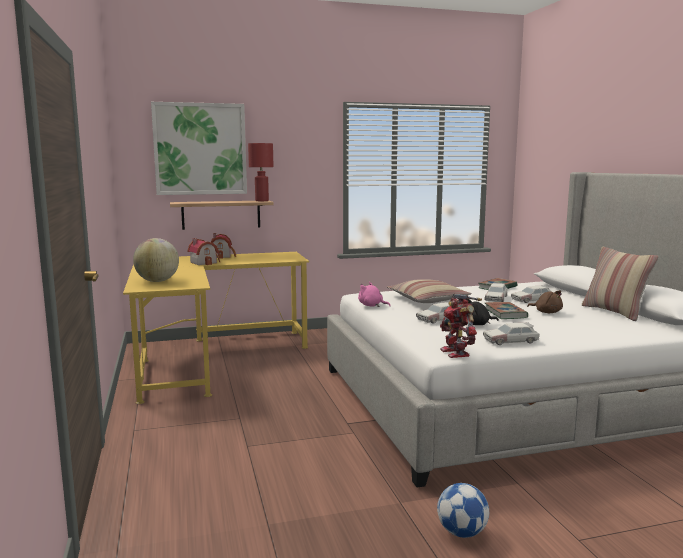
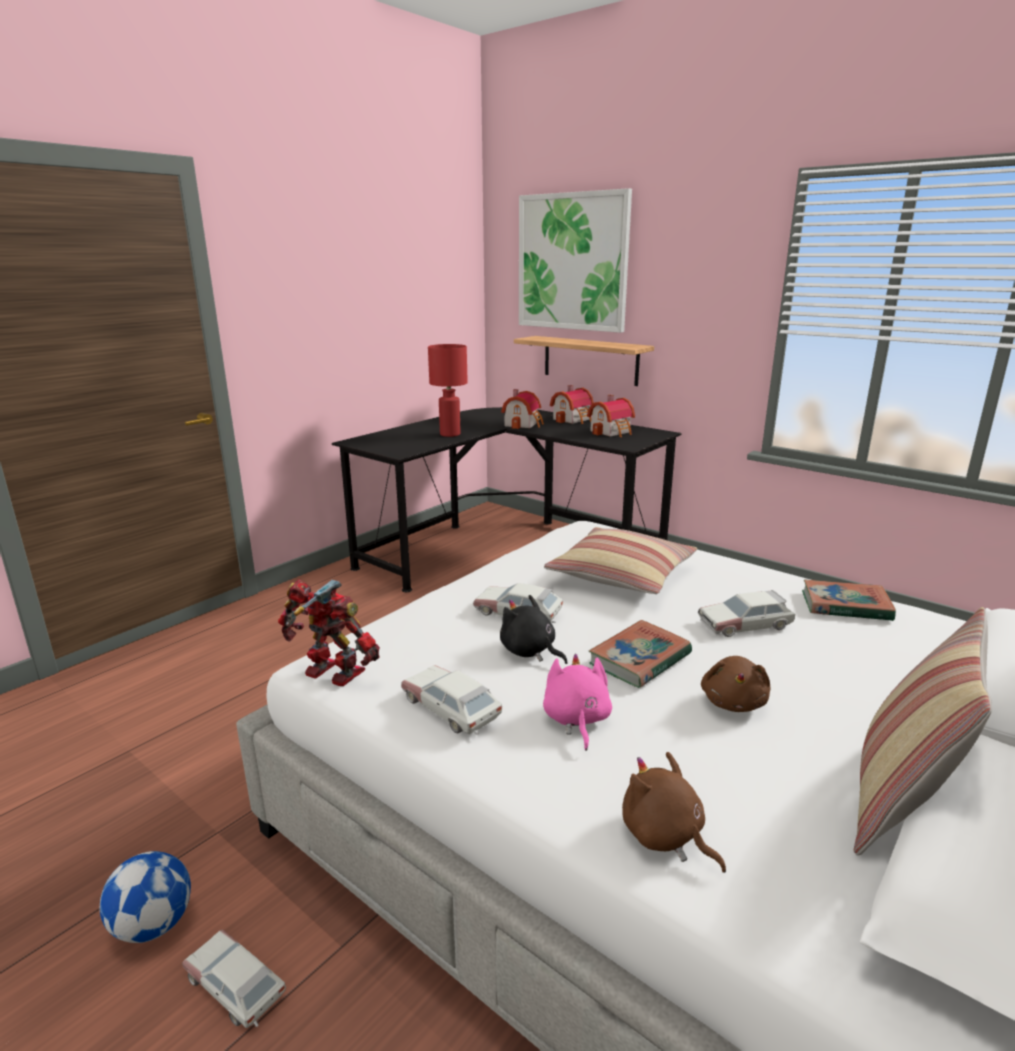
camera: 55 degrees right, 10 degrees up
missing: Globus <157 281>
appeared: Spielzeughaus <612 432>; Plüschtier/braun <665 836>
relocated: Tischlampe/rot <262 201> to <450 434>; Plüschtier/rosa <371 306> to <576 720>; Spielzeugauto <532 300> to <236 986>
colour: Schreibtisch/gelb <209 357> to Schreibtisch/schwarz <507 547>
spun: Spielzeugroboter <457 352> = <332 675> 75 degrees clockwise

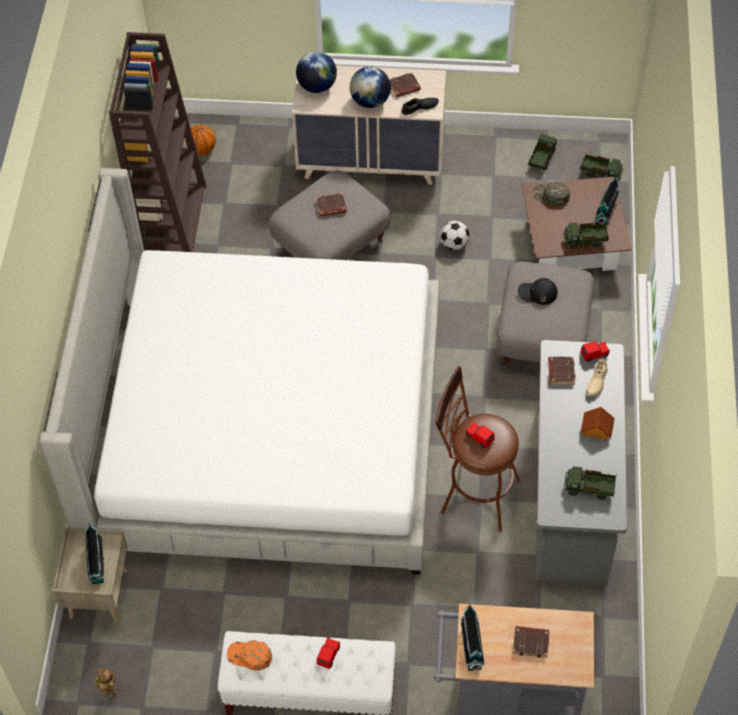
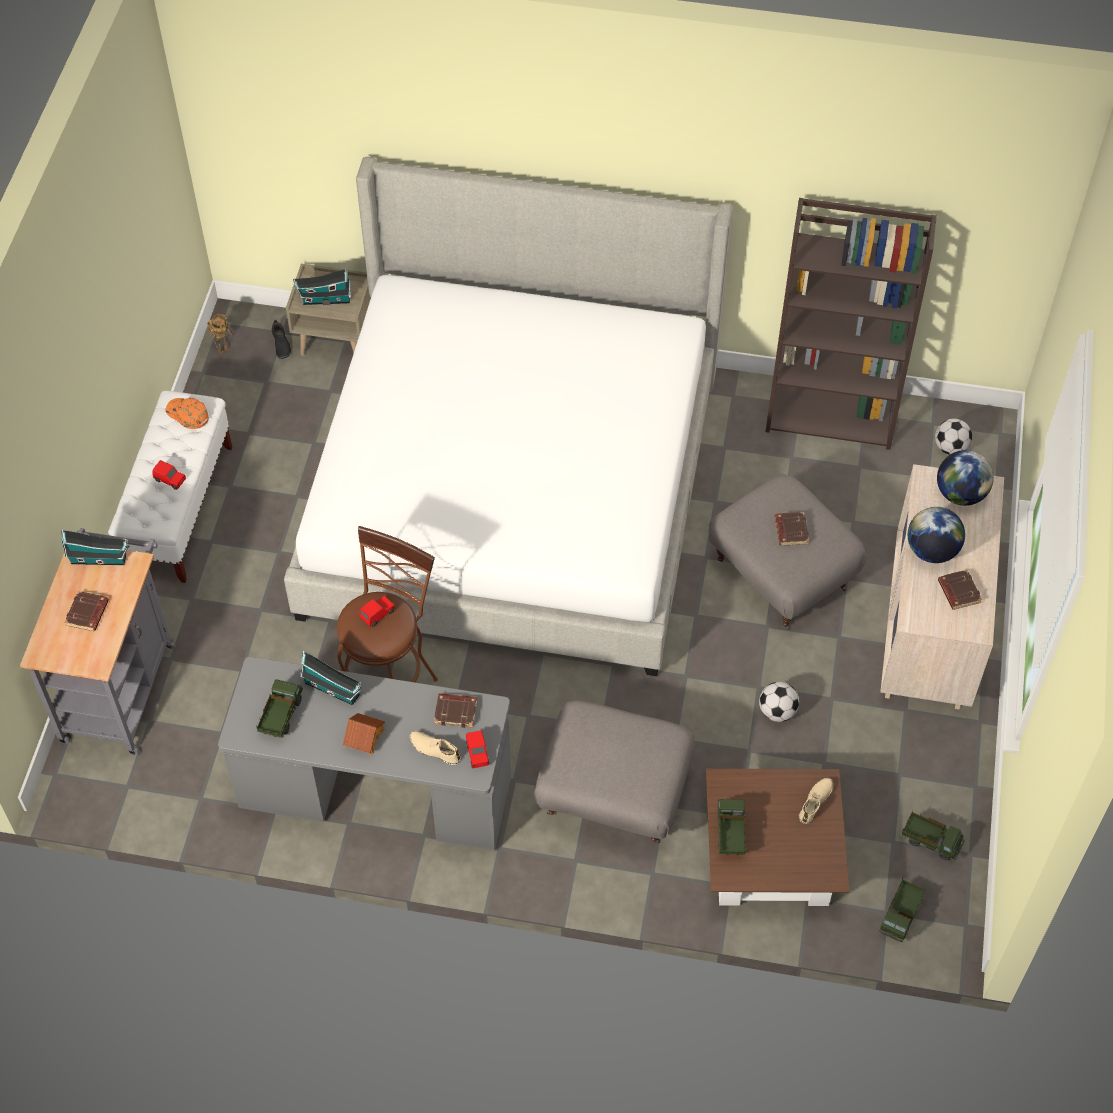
camera: 95 degrees right, 0 degrees up
missing: Kappe/schwarz <537 293>
relocated: Schuh/schwarz <420 108> to <281 345>; Spielzeughaus <606 210> to <334 689>
exchanged: Basketball <202 150> to Fußball <950 448>; Kappe/grün <550 195> to Schuh/beige <815 802>
spun: Kappe/orange <249 656> = <187 414> 75 degrees counterclockwise

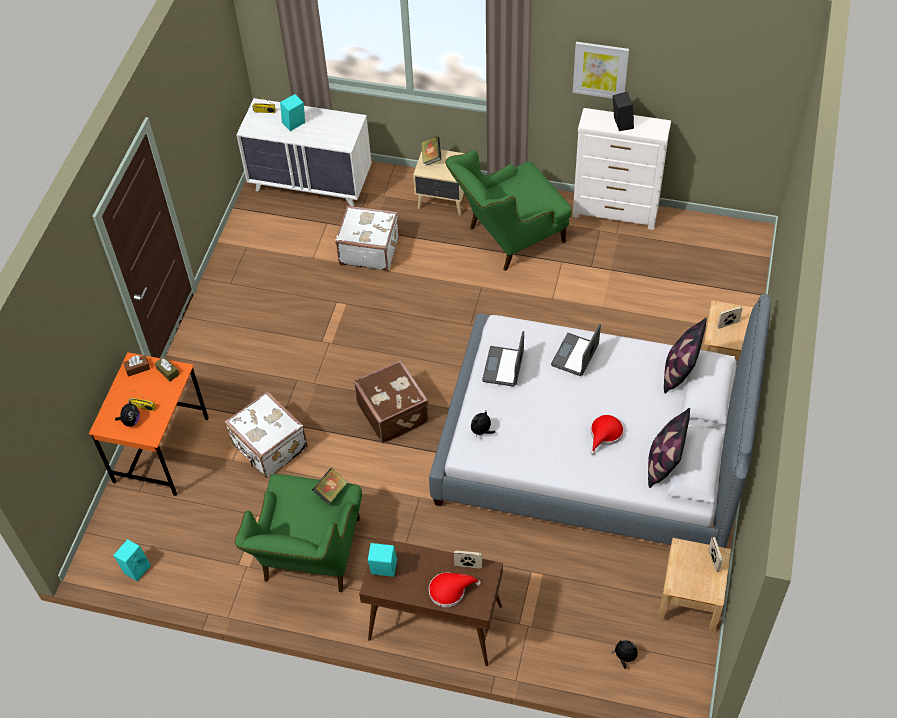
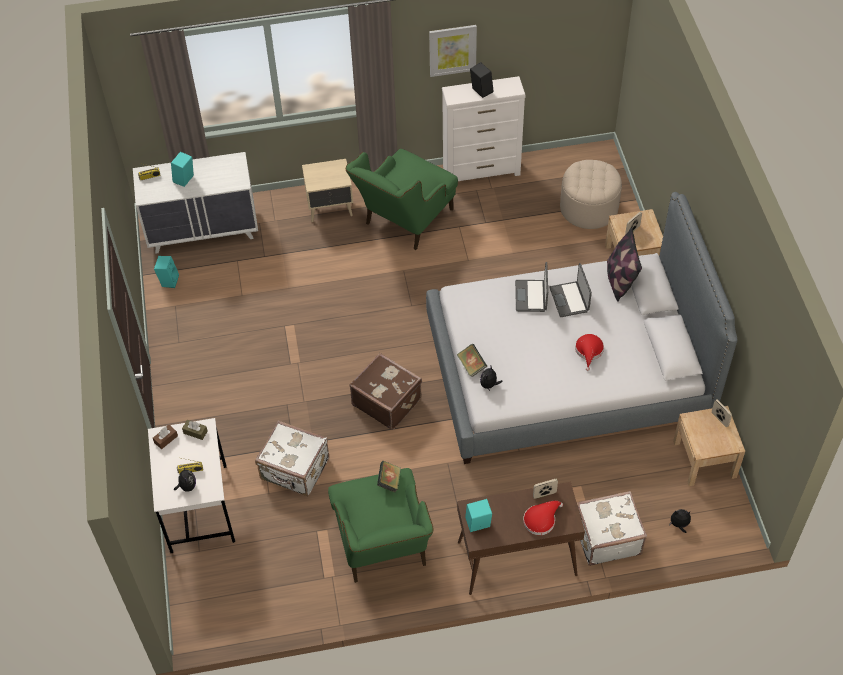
camera: 25 degrees left, 0 degrees up
missing: Kissen <663 463>
appeared: Polsterhocker/beige <589 208>
relocated: Lautsprecher/türkis <136 568> to <168 280>; Koffer/weiß <369 250> to <606 537>; Buch <431 157> to <471 365>; Laptop <504 367> to <570 299>
colour: Schreibtisch/orange <161 449> to Schreibtisch/weiß <198 508>

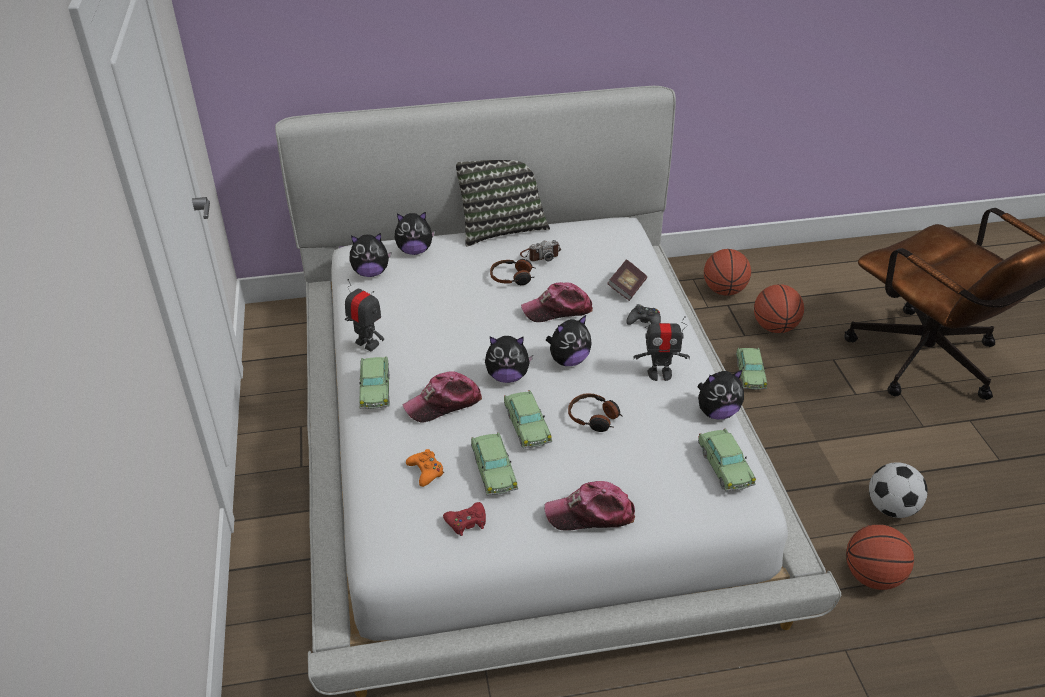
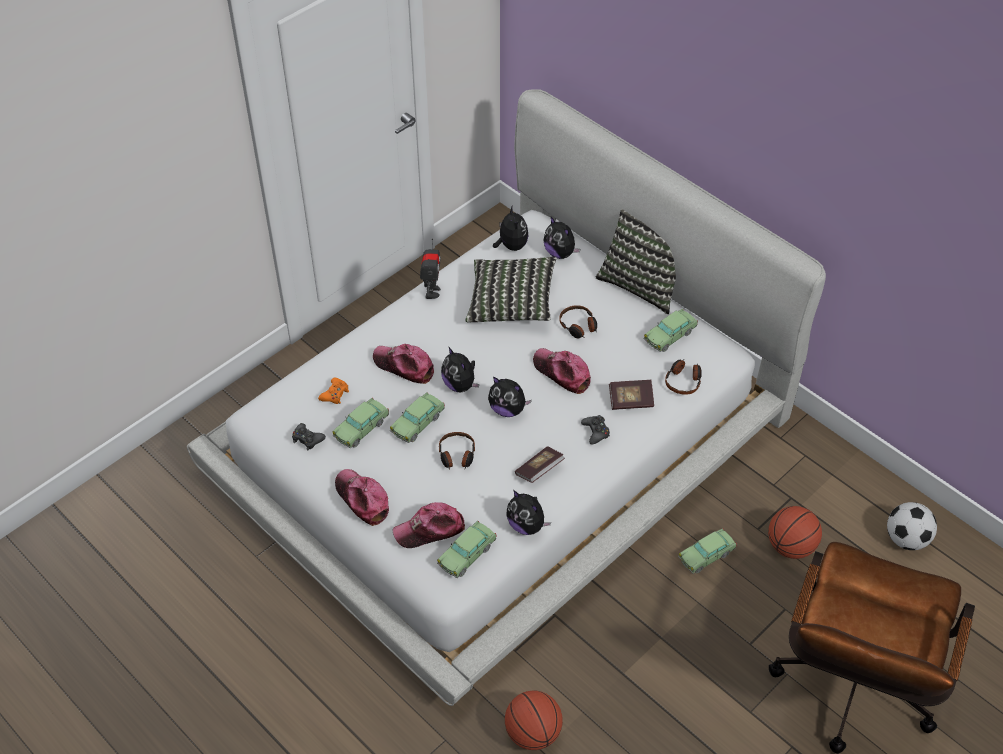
camera: 55 degrees right, 10 degrees up
missing: Kamera <540 255>; Basketball <724 290>
appeared: Kappe <429 530>; Kissen <511 302>; Kopfhörer <683 381>
relocated: Spielzeugauto <375 390> to <670 335>; Fußball <891 508> to <906 539>
exchanged: Spielzeugroboter <659 374> to Buch <539 470>
colour: Gamepad/rot <466 522> to Gamepad/schwarz <307 439>
spun: Plüschtier <371 273> = <511 246> 150 degrees counterclockwise

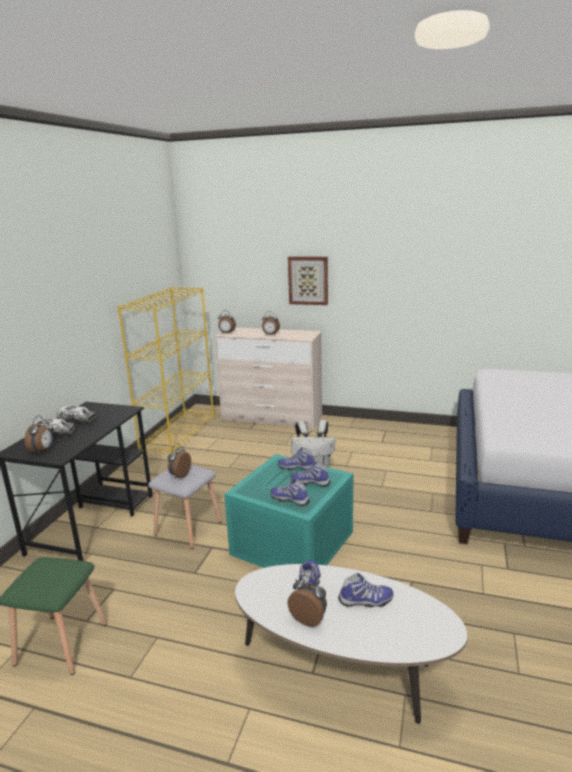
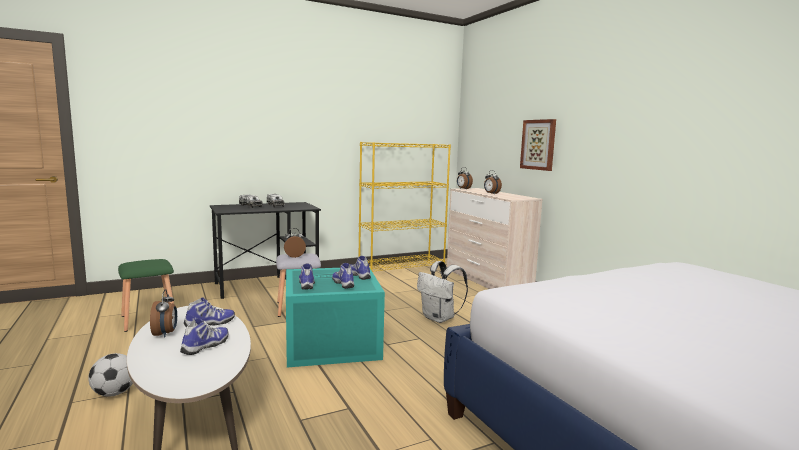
camera: 45 degrees right, 10 degrees down
missing: Wecker <43 450>
appeared: Fußball <114 393>
spun: Schuh <366 601> = <206 346> 105 degrees counterclockwise

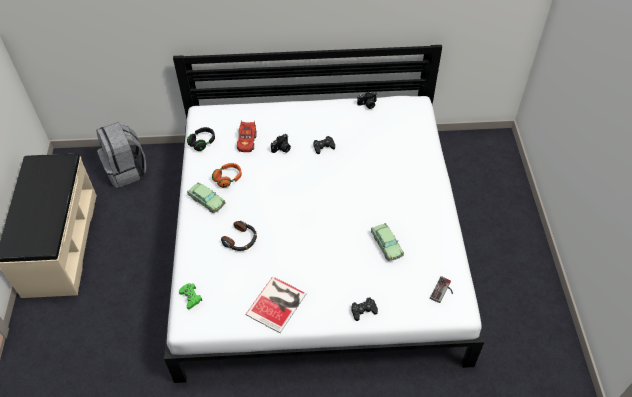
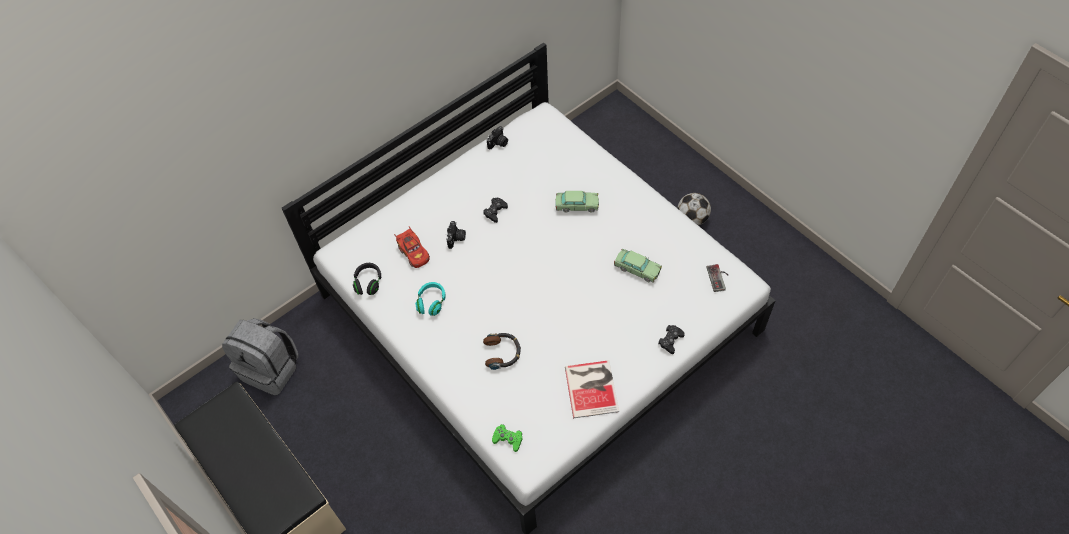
camera: 35 degrees left, 5 degrees up
appeared: Fußball <692 219>
relocated: Spielzeugauto <207 201> to <577 205>
colour: Kopfhörer/orange <228 179> to Kopfhörer/türkis <431 302>

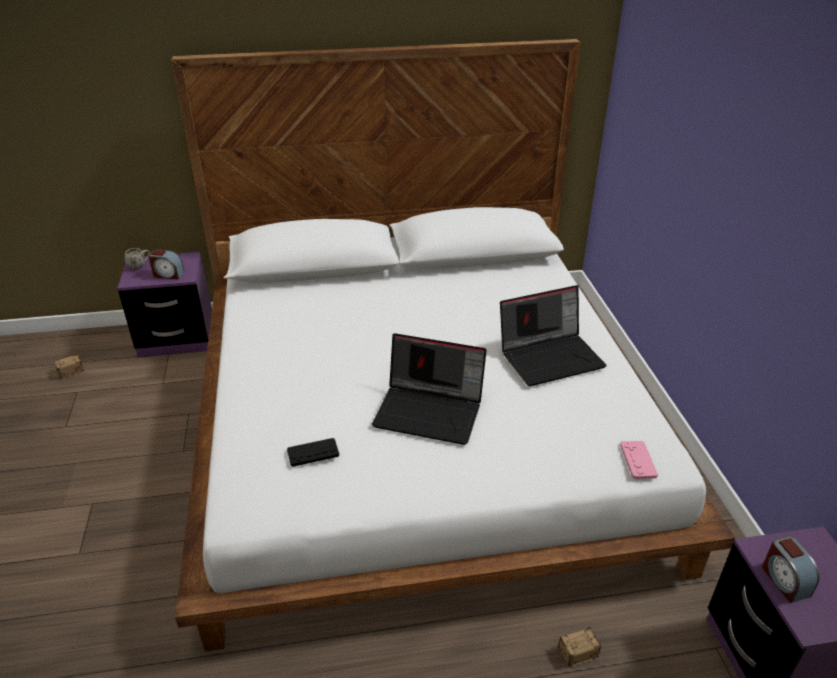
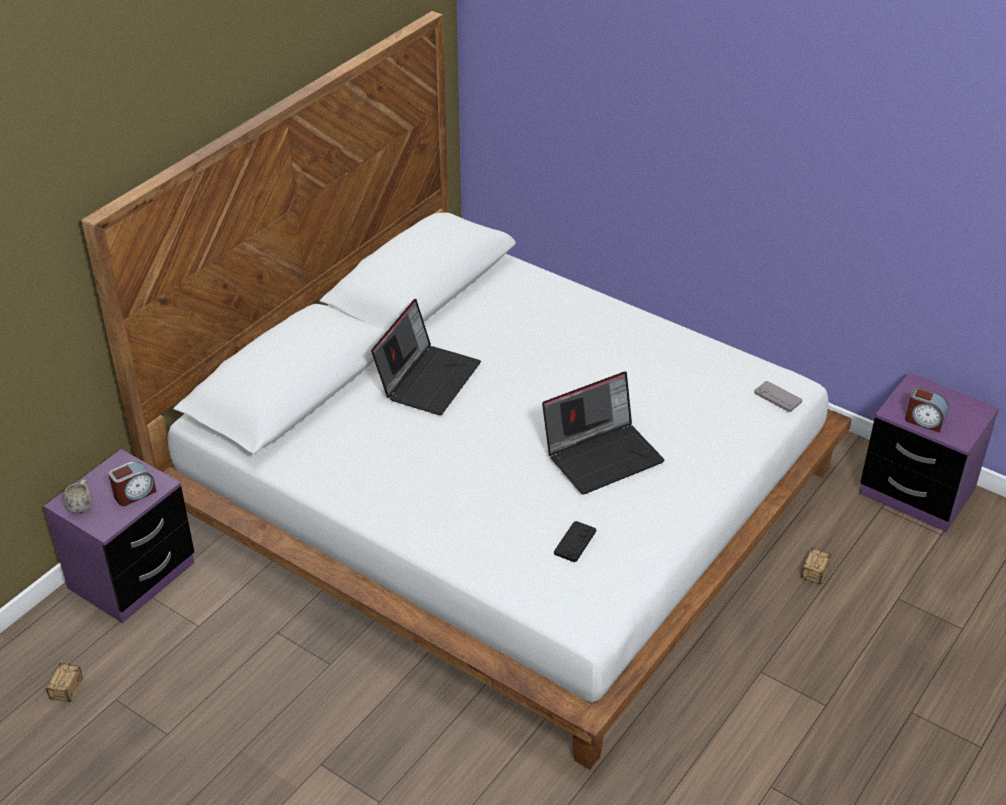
camera: 45 degrees left, 5 degrees up
relocated: Laptop <551 356> to <428 378>
colour: Gamepad/rosa <638 460> to Gamepad/grau <777 397>

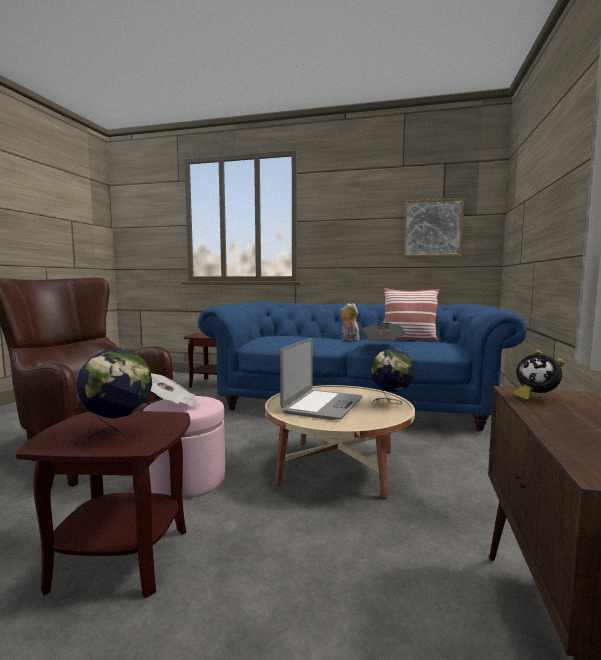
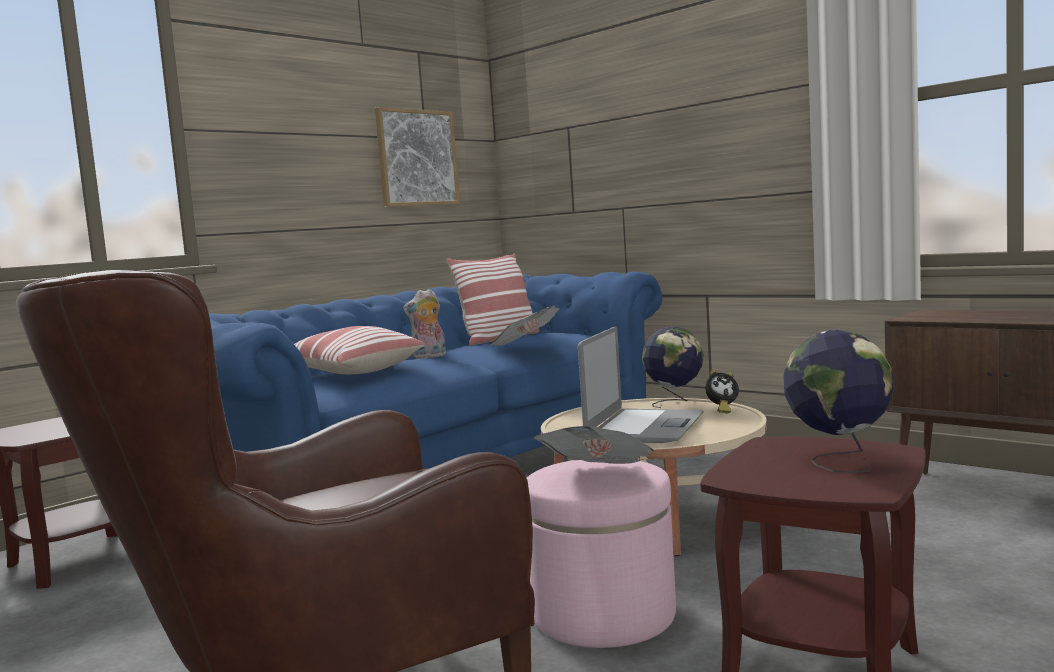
camera: 60 degrees left, 0 degrees up
appeared: Kissen <350 372>
relocated: Wecker <535 398> to <722 410>
spun: Laptop <322 405> = <644 428> 60 degrees clockwise

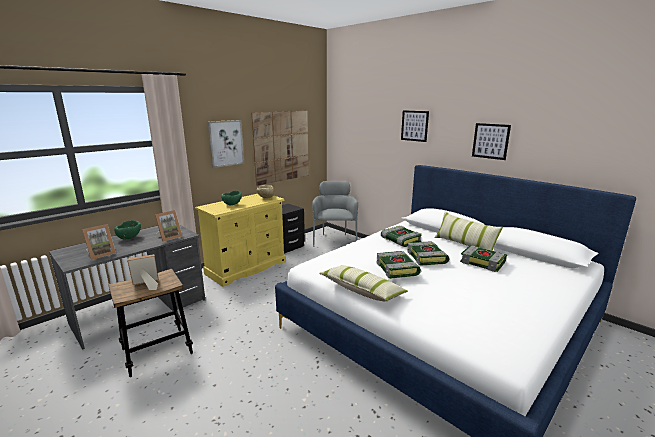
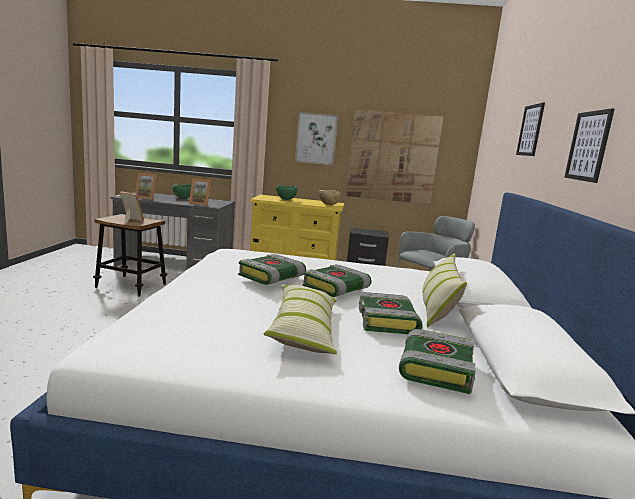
camera: 50 degrees right, 5 degrees down
relocated: Kissen <362 290> to <304 330>; Buch <400 240> to <434 368>

